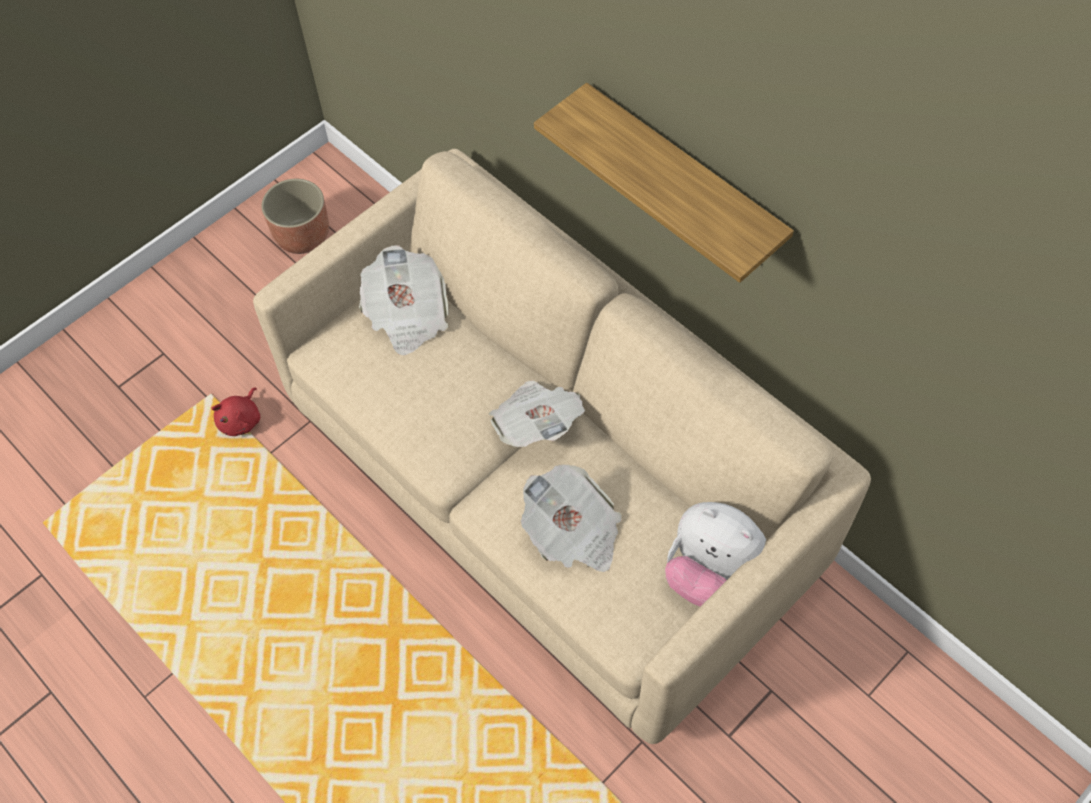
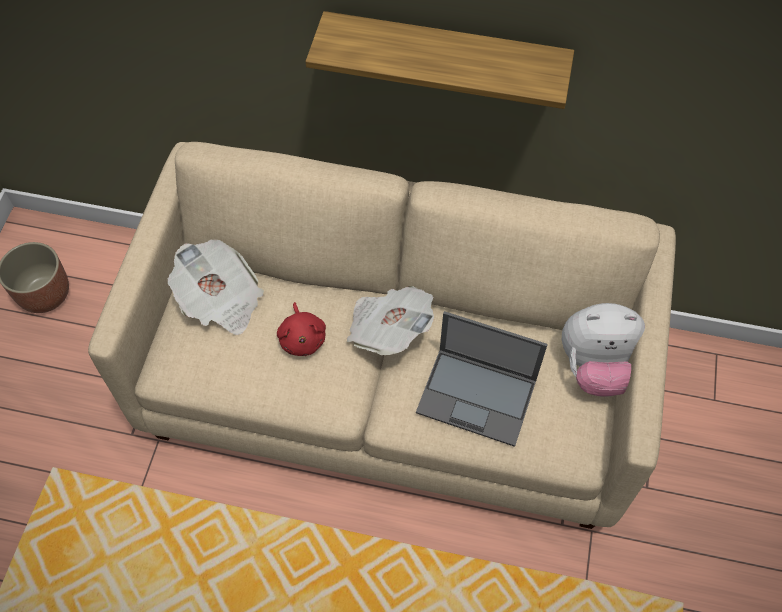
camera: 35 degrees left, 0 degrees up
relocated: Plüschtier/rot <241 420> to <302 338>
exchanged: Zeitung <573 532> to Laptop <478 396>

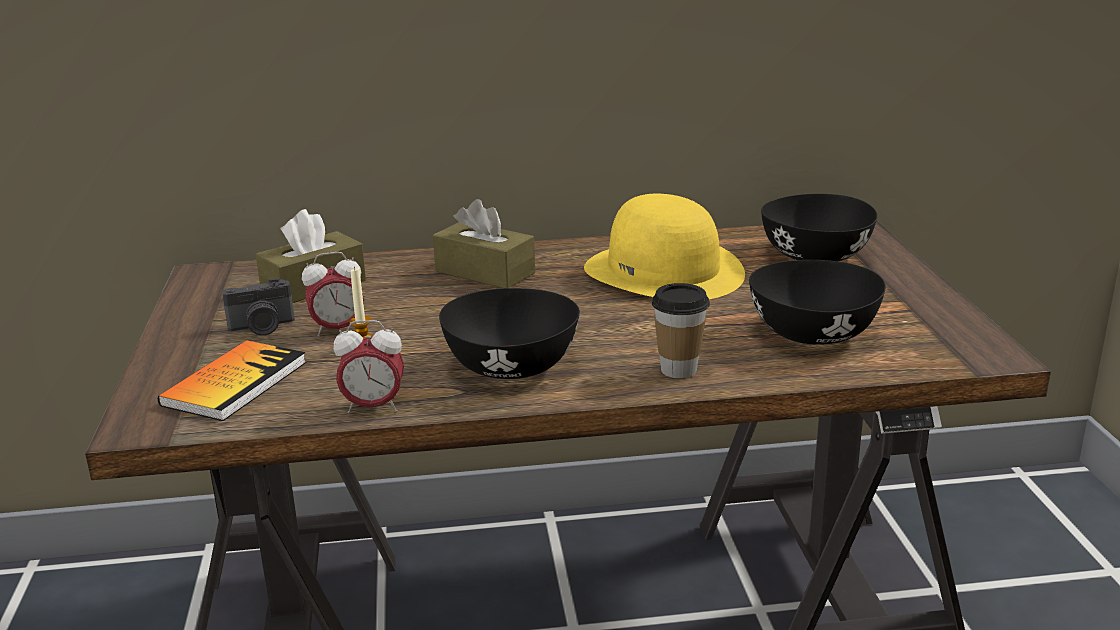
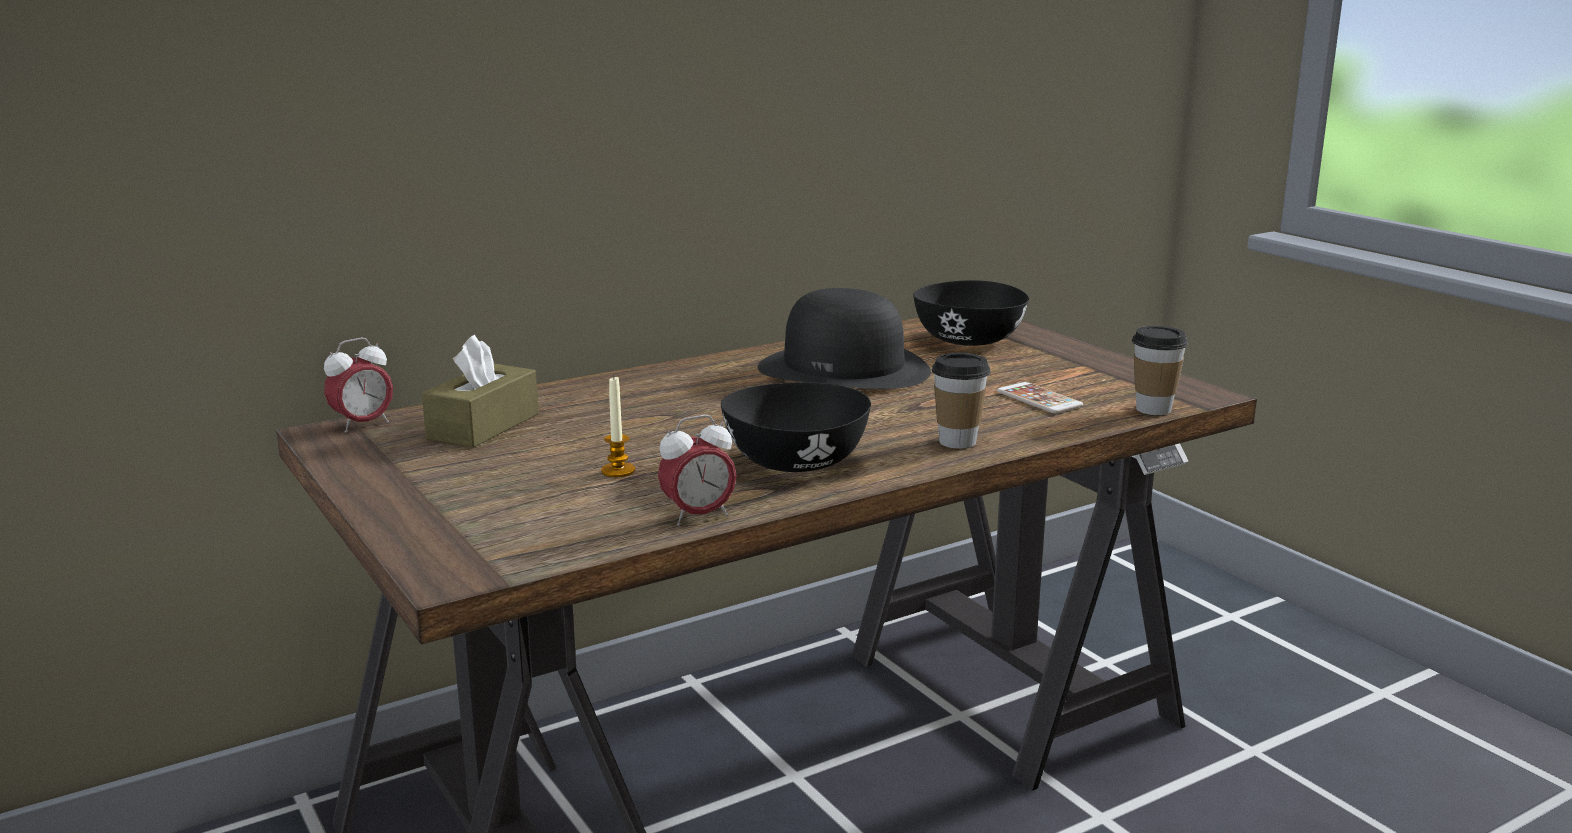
camera: 25 degrees left, 5 degrees down
missing: Buch <235 383>; Kamera <262 327>; Taschentuchbox/braun <485 272>
appeared: Tasse <1153 409>
relocated: Wecker <338 330> to <362 425>
exchanged: Schüssel/schwarz <811 334> to Handy <1039 399>
colour: Hut/gelb <664 271> to Hut/schwarz <844 368>

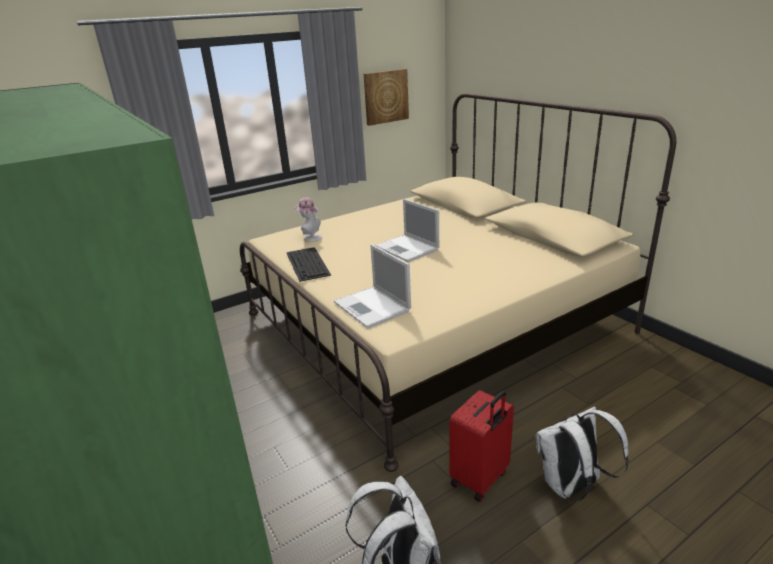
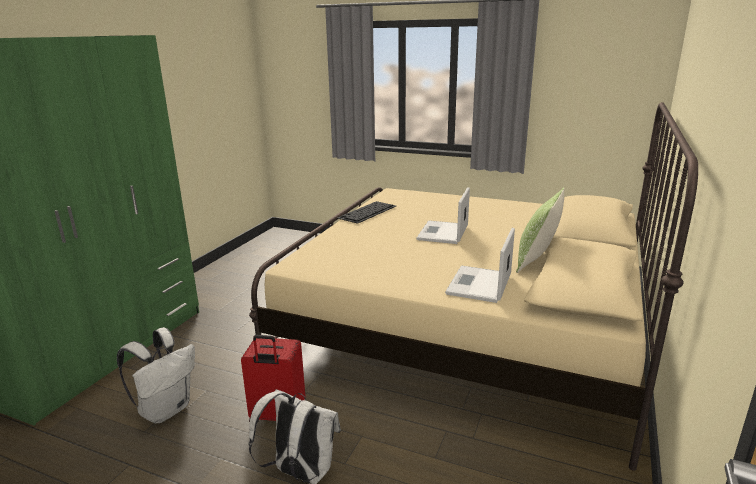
camera: 55 degrees right, 5 degrees down
missing: Hut <310 237>; Bild <385 96>
appeared: Kissen <536 260>
relocated: Laptop <373 307> to <479 285>

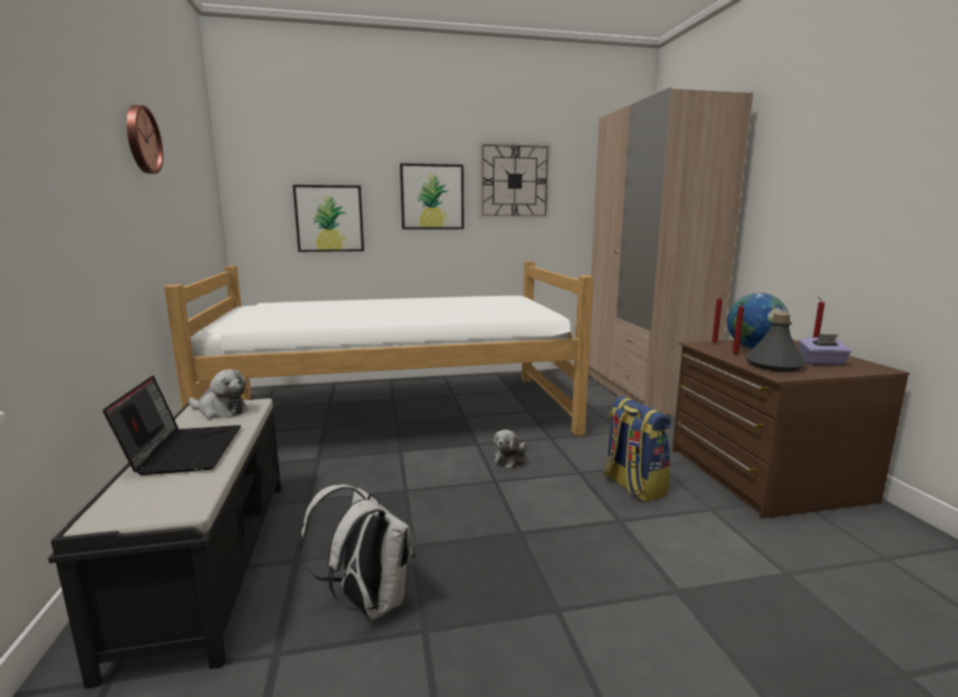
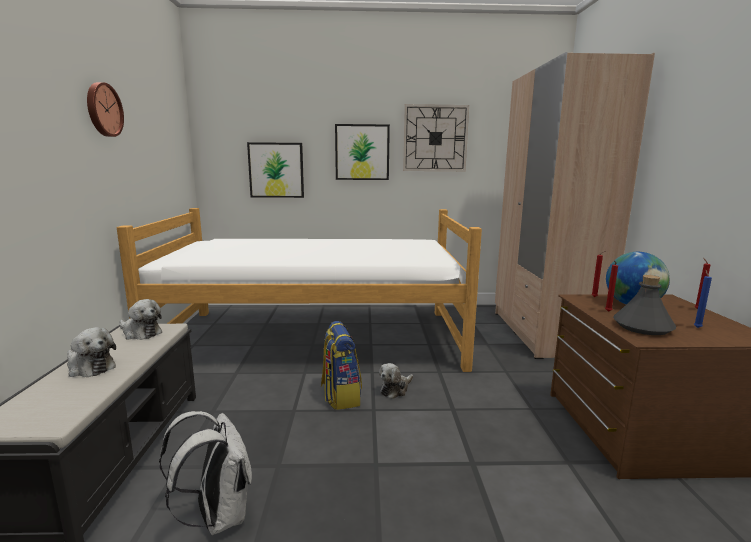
camera: 10 degrees right, 0 degrees up
relocated: Rucksack <632 486> to <340 396>
exchanged: Laptop <184 450> to Plüschtier <90 367>; Taschentuchbox/lila <821 363> to Kerze/blau <697 327>

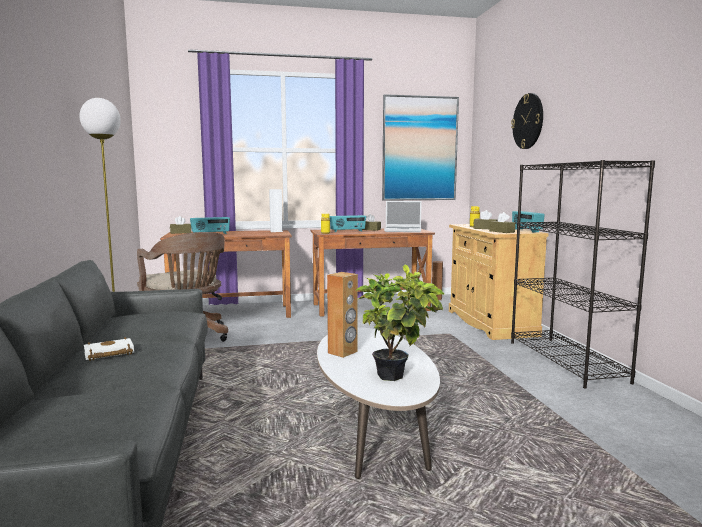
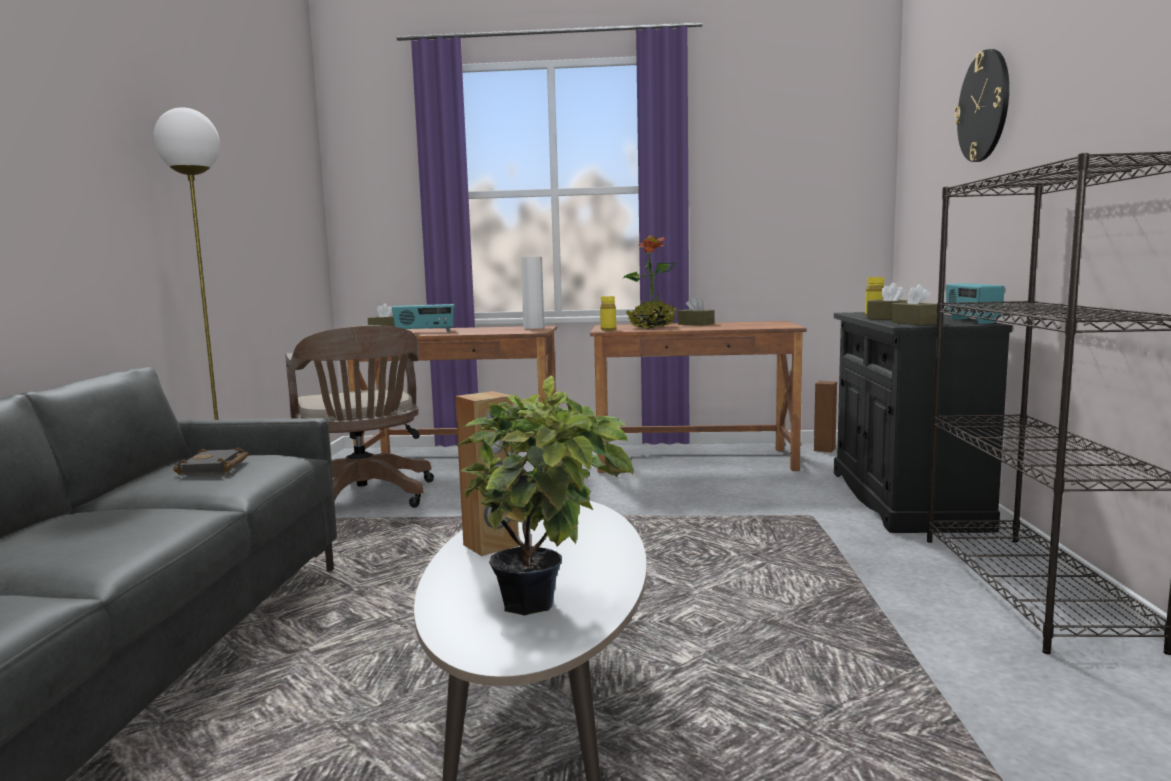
camera: 15 degrees right, 0 degrees up
missing: Buch/weiß <108 354>; Bild <419 149>; Laptop <403 230>
appeared: Buch/schwarz <215 468>
exchanged: Radio <348 231> to Topfpflanze <651 327>
colour: Schrank/beige <490 323> to Schrank/schwarz <904 499>

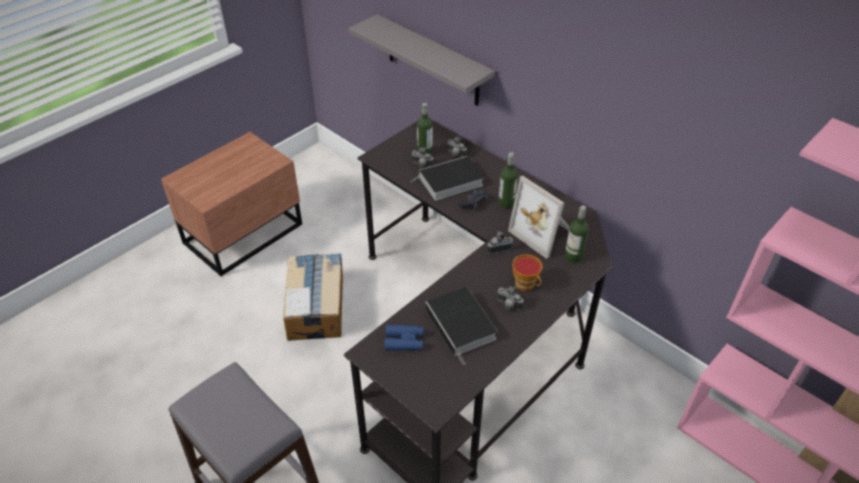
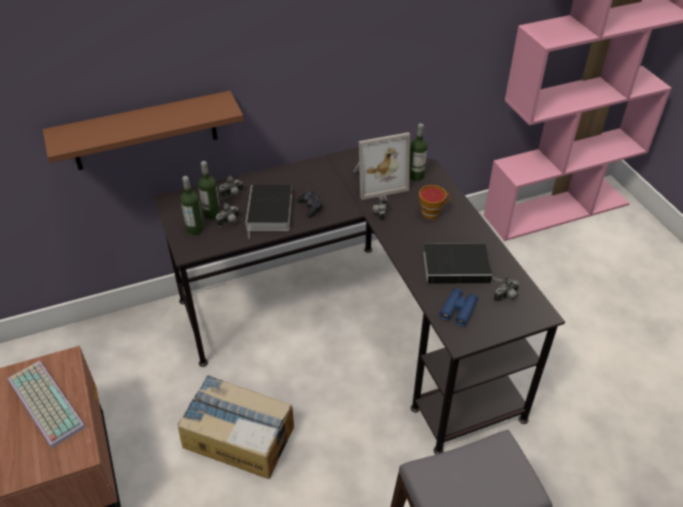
camera: 65 degrees left, 0 degrees up
appeared: Tastatur <43 403>
relocated: Kamera <508 305> to <507 297>; Flasche <506 203> to <195 229>
colour: Wandregal/grau <433 61> to Wandregal/braun <144 131>

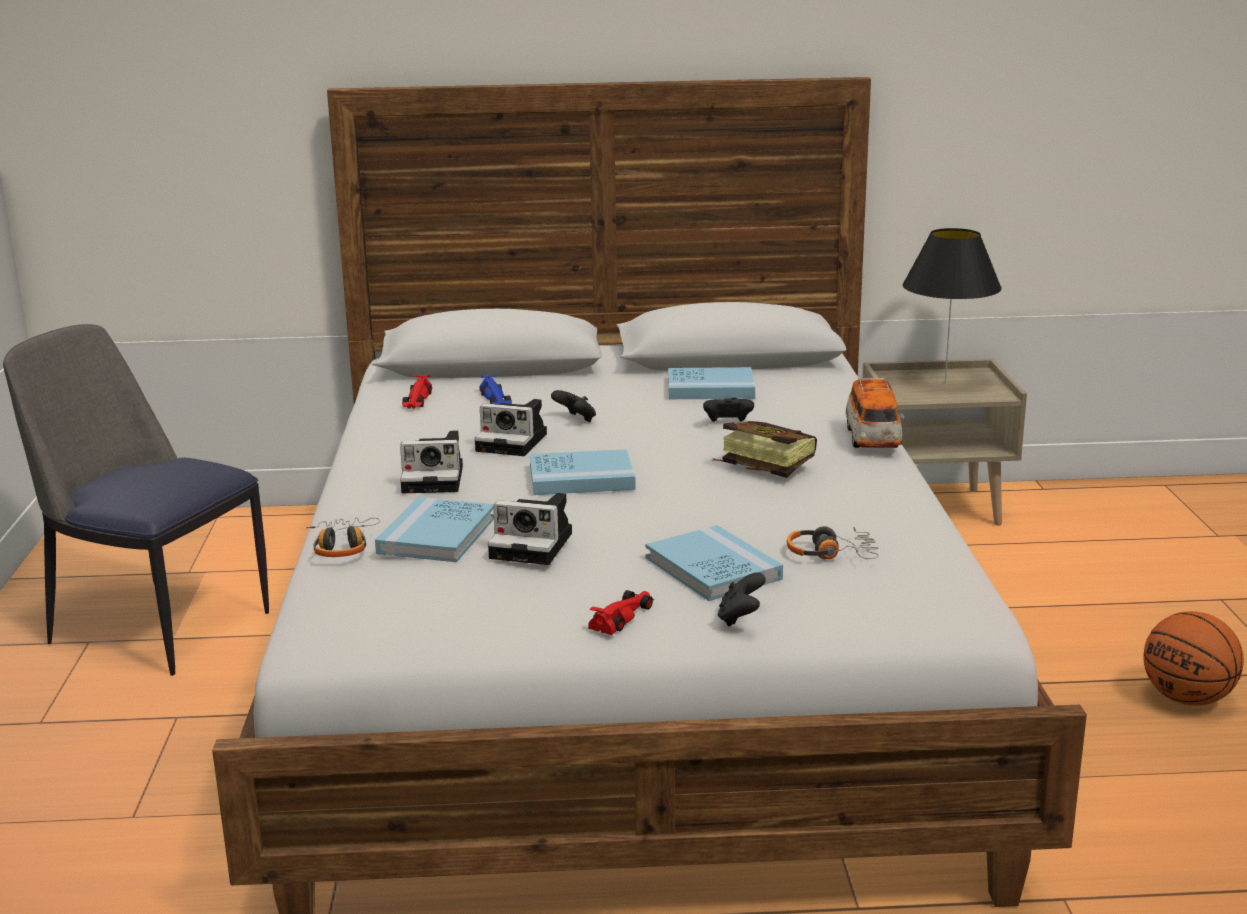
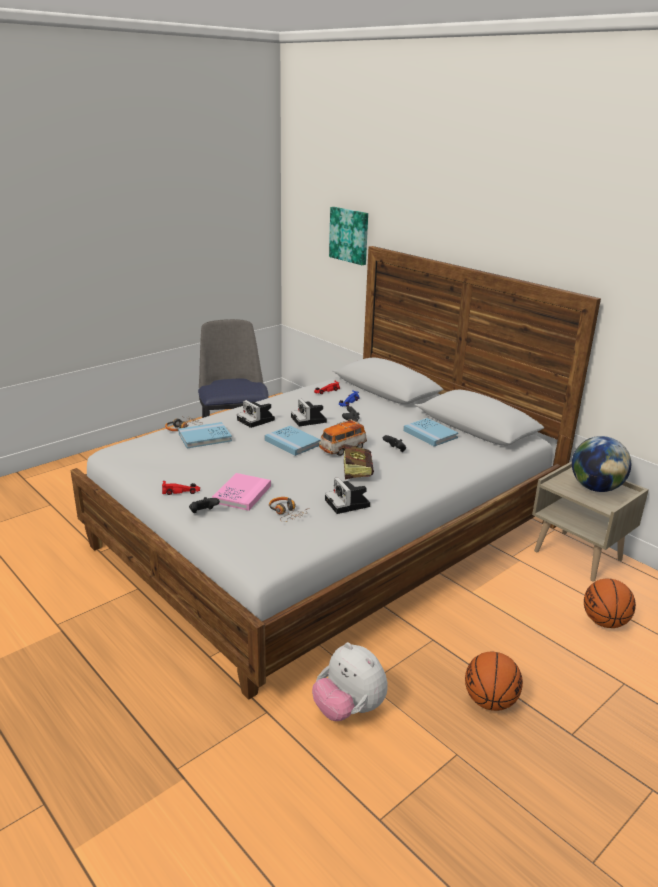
camera: 50 degrees right, 5 degrees up
appeared: Plüschtier <349 709>; Bild <350 235>; Basketball <604 622>
relocated: Kamera <535 545> to <348 504>; Spielzeugauto <872 439> to <342 449>
exchanged: Tischlampe/schwarz <944 382> to Globus <595 488>
colour: Buch/blau <713 568> to Buch/rosa <242 494>

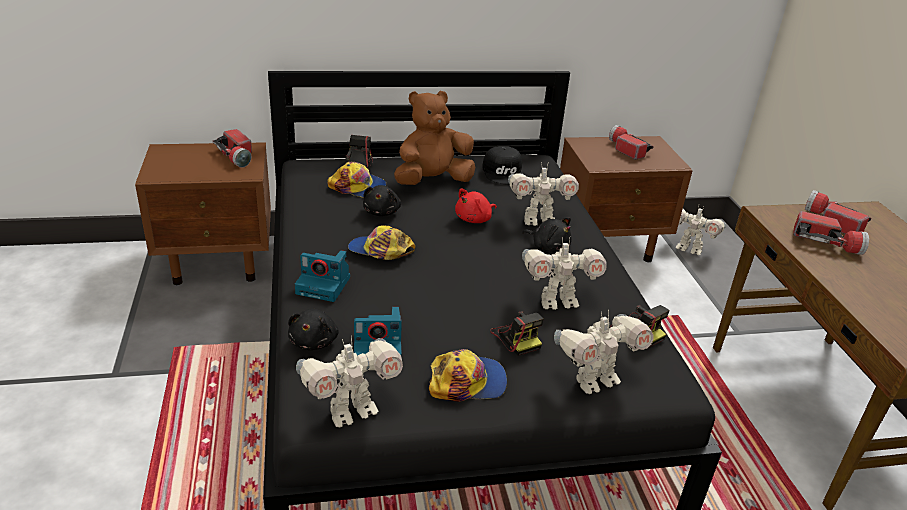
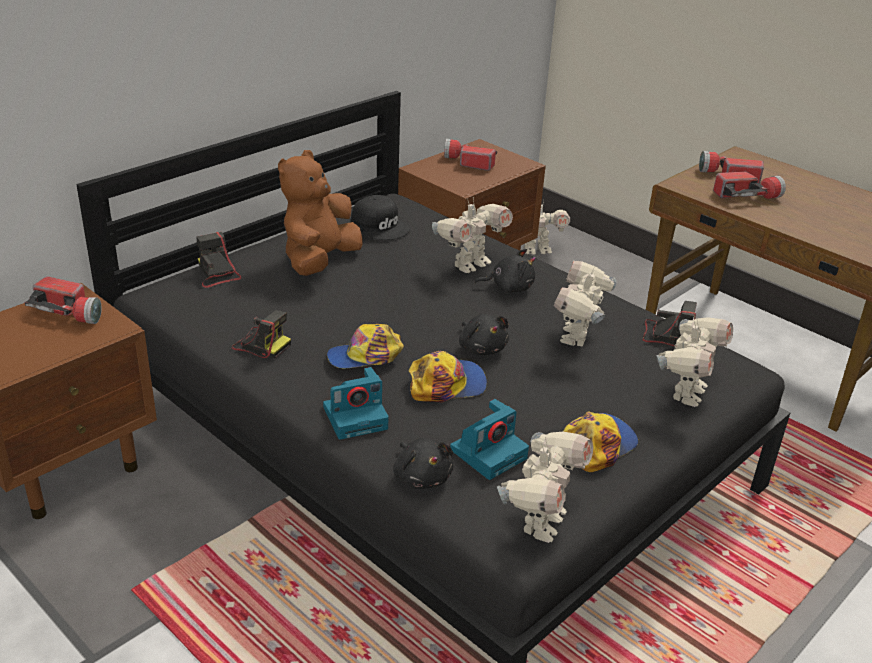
camera: 35 degrees left, 0 degrees up
missing: Plüschtier/rot <474 219>
relocated: Kappe <358 187> to <447 384>; Plüschtier/schwarz <382 212> to <481 348>; Kamera <516 337> to <261 344>
spun: Spielzeugroboter <557 301> = <577 337> 150 degrees clockwise

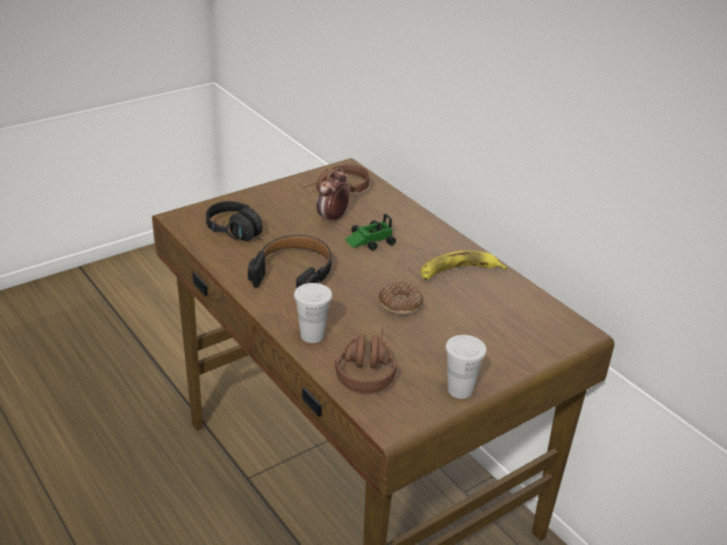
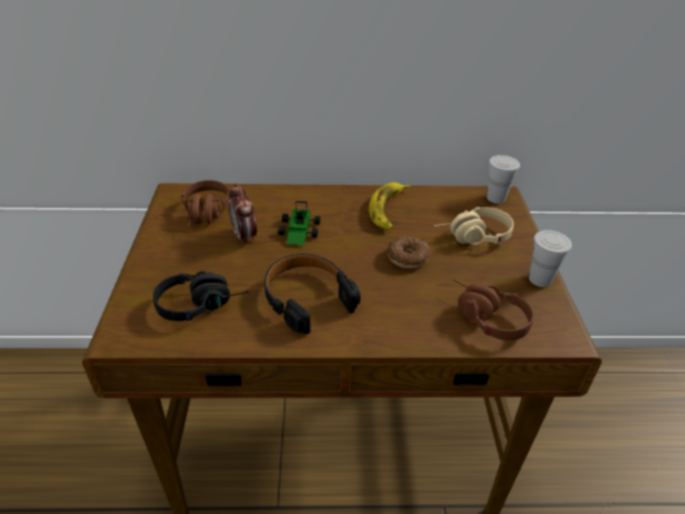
camera: 55 degrees left, 5 degrees up
appeared: Kopfhörer/beige <472 237>
relocated: Tasse/weiß <312 335> to <496 198>

